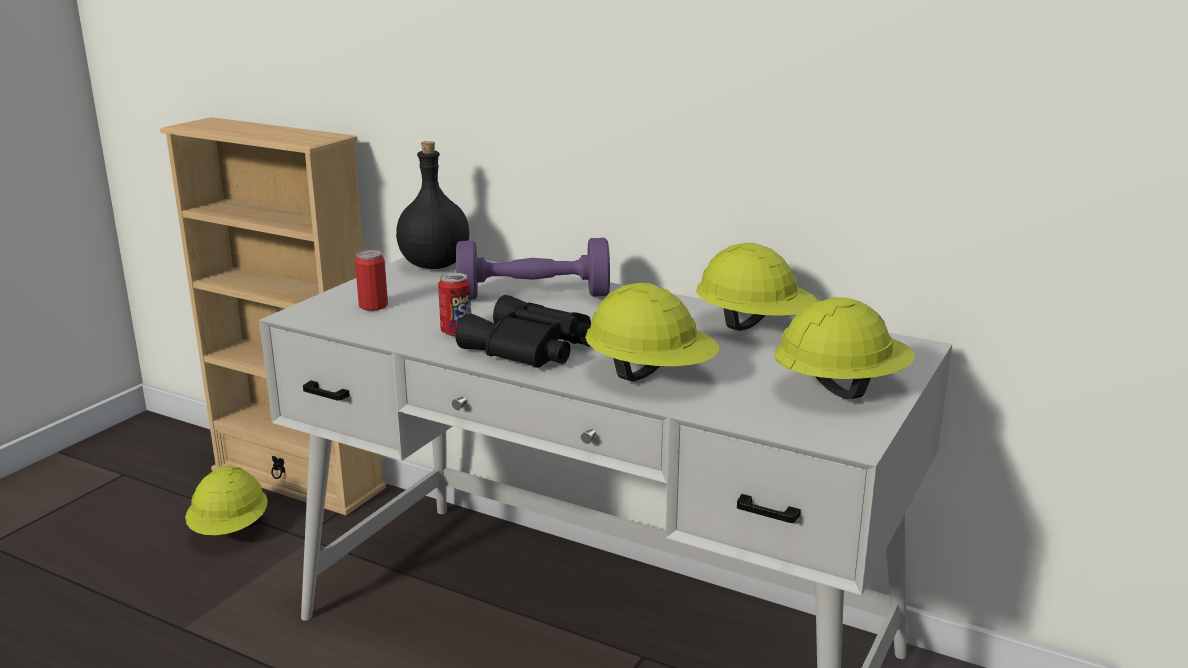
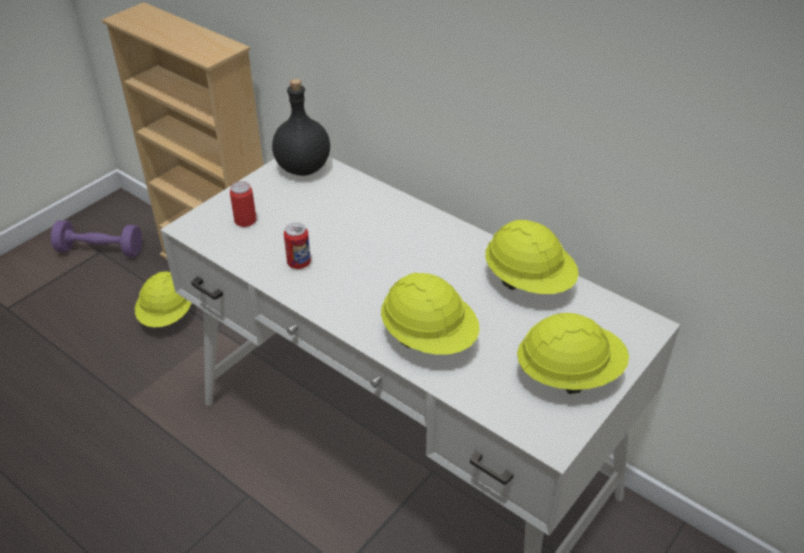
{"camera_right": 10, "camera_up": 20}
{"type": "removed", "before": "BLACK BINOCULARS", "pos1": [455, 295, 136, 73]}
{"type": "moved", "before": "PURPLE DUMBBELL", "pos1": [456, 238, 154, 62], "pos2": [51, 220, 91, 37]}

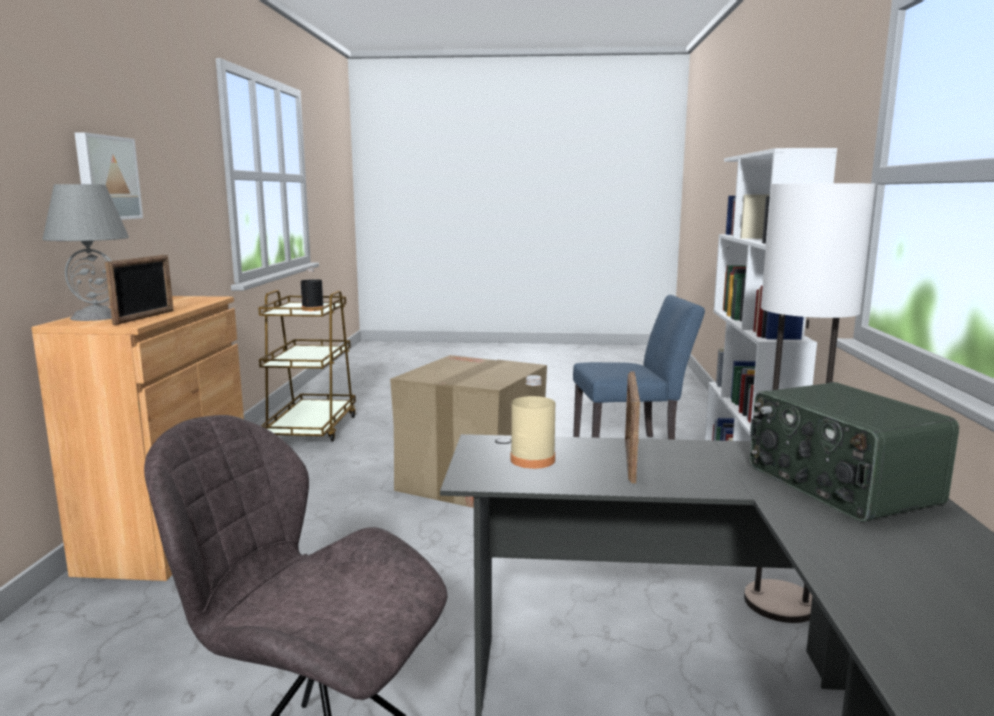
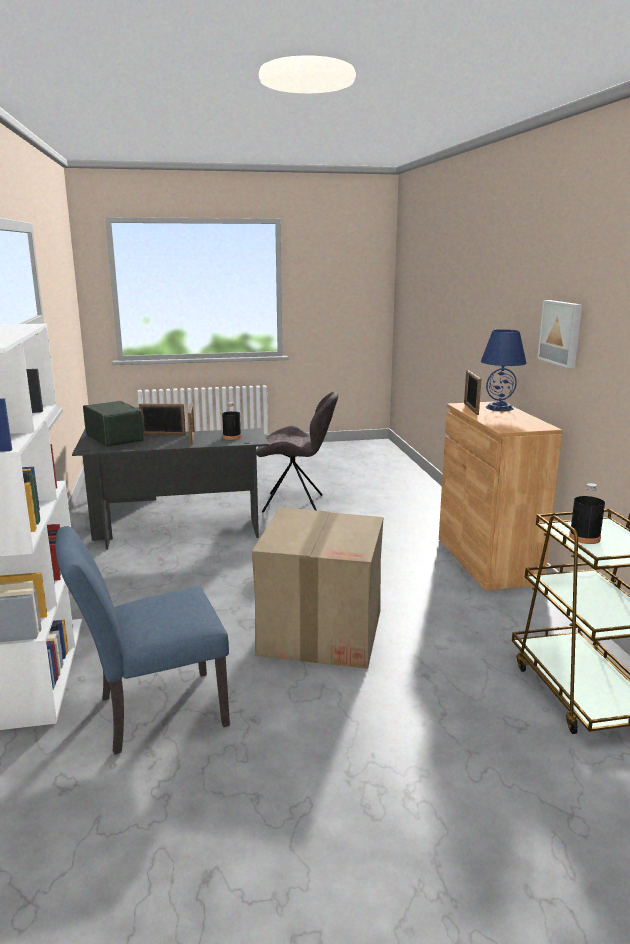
{"camera_right": 165, "camera_up": 5}
{"type": "recoloured", "before": "GREY TABLE LAMP", "after": "BLUE TABLE LAMP", "pos1": [42, 184, 87, 137], "pos2": [481, 329, 46, 82]}
{"type": "recoloured", "before": "BEIGE BOTTLE", "after": "BLACK BOTTLE", "pos1": [510, 375, 45, 94], "pos2": [222, 402, 19, 38]}
{"type": "removed", "before": "FLOOR LAMP", "pos1": [744, 183, 131, 440]}
{"type": "added", "after": "PICTURE FRAME", "pos2": [139, 404, 47, 31]}

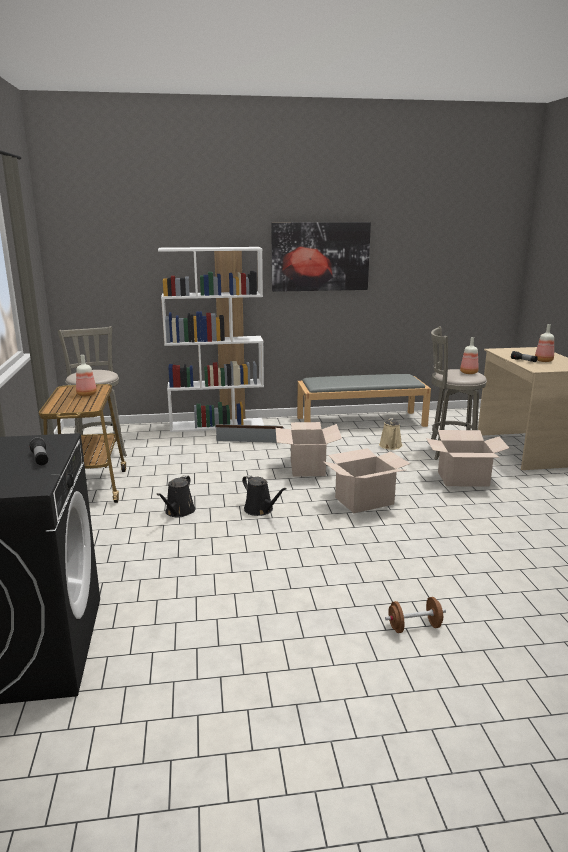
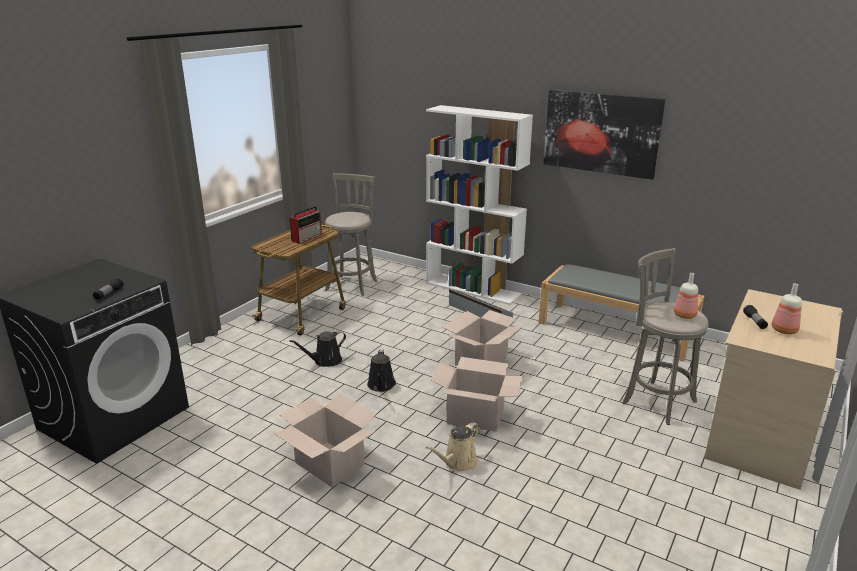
{"camera_right": 40, "camera_up": 5}
{"type": "replaced", "before": "BOTTLE", "after": "RADIO", "pos1": [76, 355, 21, 41], "pos2": [289, 206, 33, 38]}
{"type": "moved", "before": "BEIGE WATERING CAN", "pos1": [379, 418, 24, 32], "pos2": [426, 422, 54, 50]}
{"type": "removed", "before": "BROWN DUMBBELL", "pos1": [385, 597, 61, 36]}
{"type": "moved", "before": "CARDBOARD BOX", "pos1": [426, 430, 83, 57], "pos2": [274, 393, 103, 94]}

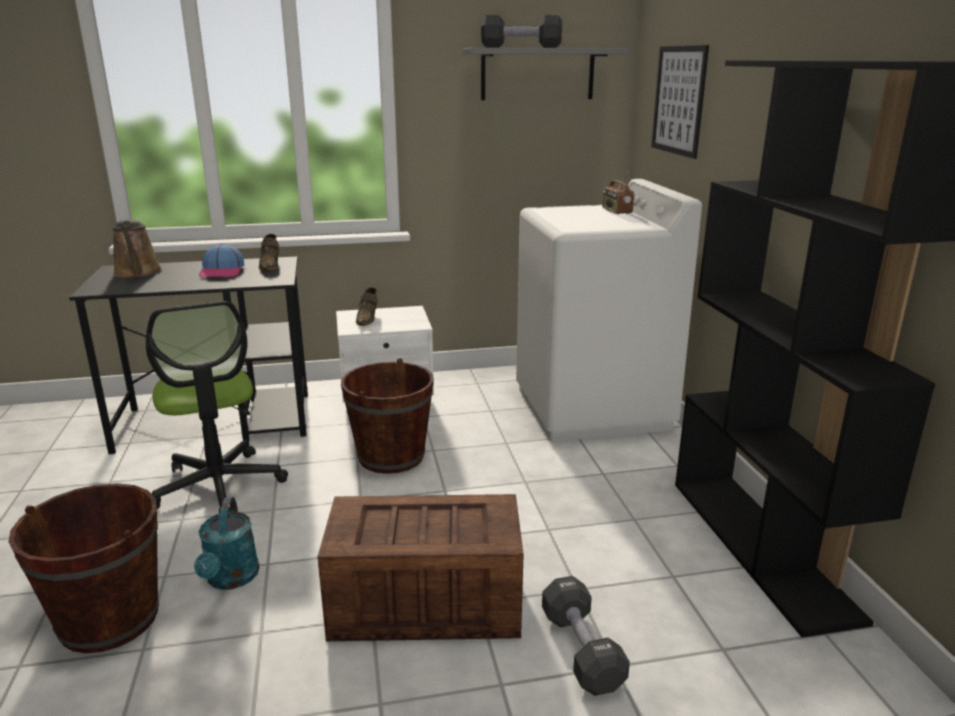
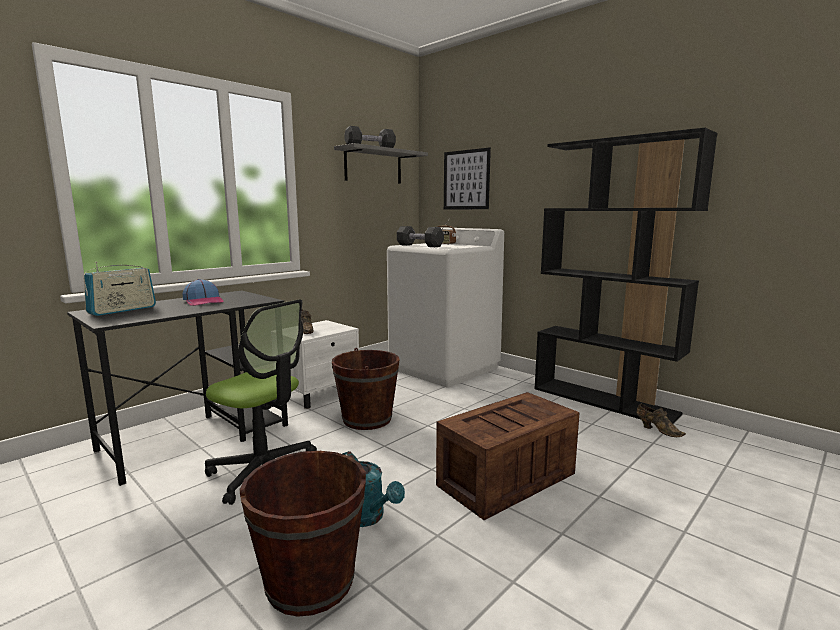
{"camera_right": -35, "camera_up": -10}
{"type": "replaced", "before": "BROWN WATERING CAN", "after": "RADIO", "pos1": [113, 219, 49, 59], "pos2": [83, 262, 73, 54]}
{"type": "moved", "before": "BROWN SHOE", "pos1": [259, 234, 20, 38], "pos2": [636, 404, 50, 33]}
{"type": "moved", "before": "BLACK DUMBBELL", "pos1": [542, 576, 88, 120], "pos2": [397, 226, 47, 21]}

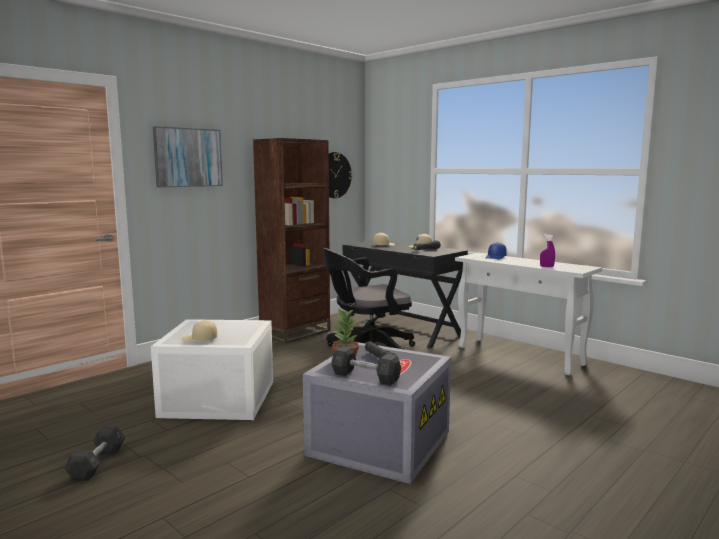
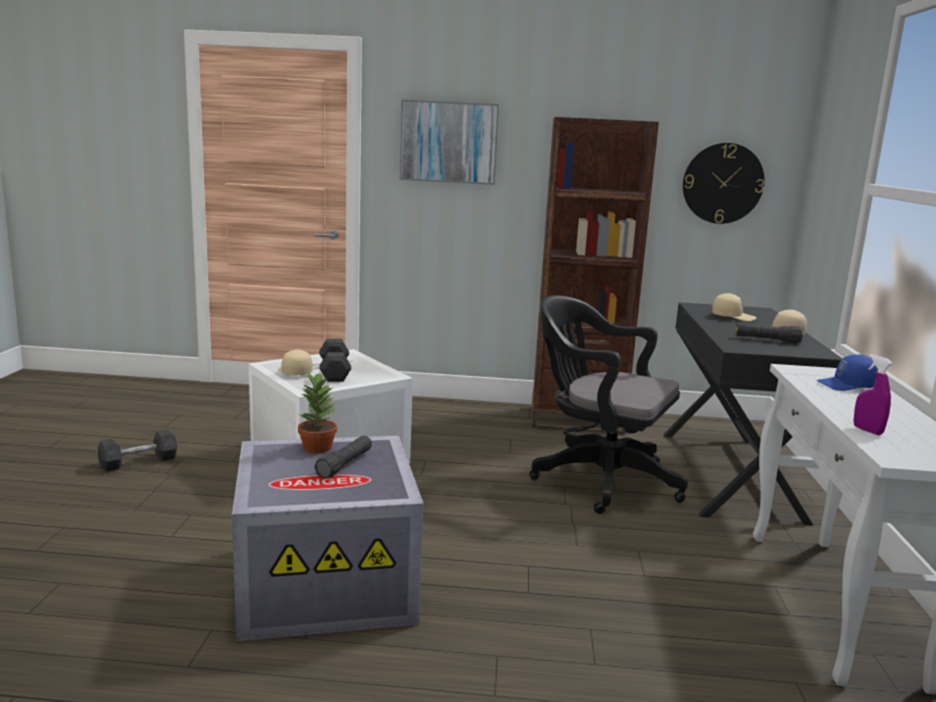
{"camera_right": 50, "camera_up": 5}
{"type": "moved", "before": "GREY DUMBBELL", "pos1": [331, 346, 70, 40], "pos2": [319, 339, 33, 43]}

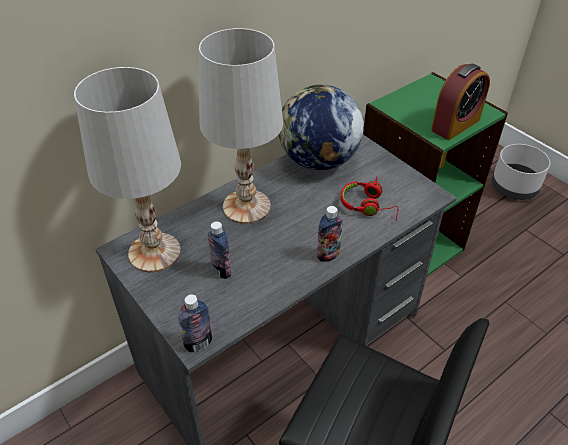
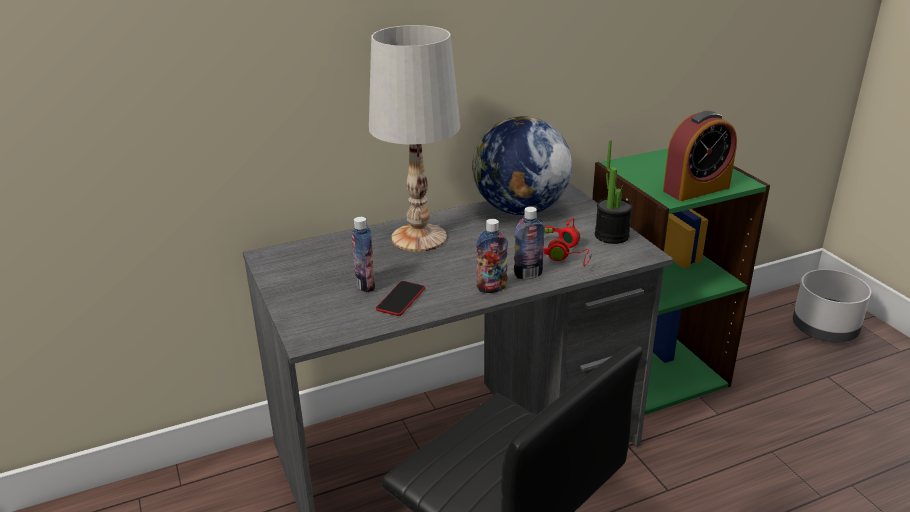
{"camera_right": 15, "camera_up": -15}
{"type": "removed", "before": "WHITE TABLE LAMP", "pos1": [74, 67, 107, 205]}
{"type": "moved", "before": "BOTTLE", "pos1": [179, 294, 33, 58], "pos2": [514, 207, 31, 72]}
{"type": "added", "after": "PHONE", "pos2": [376, 281, 49, 35]}
{"type": "added", "after": "POTTED PLANT", "pos2": [595, 140, 38, 104]}

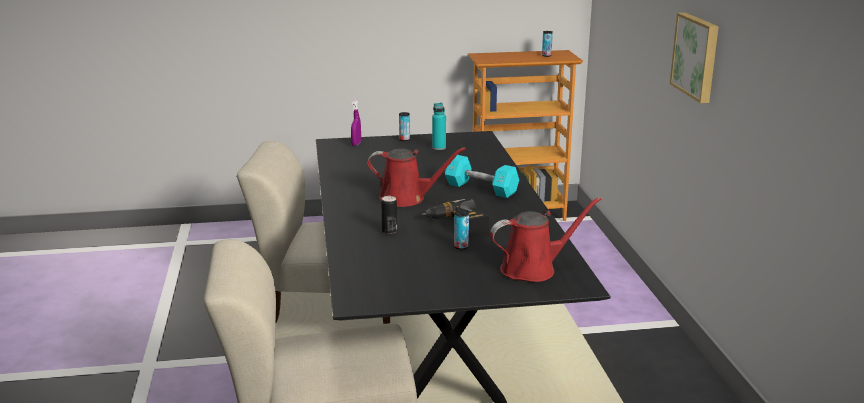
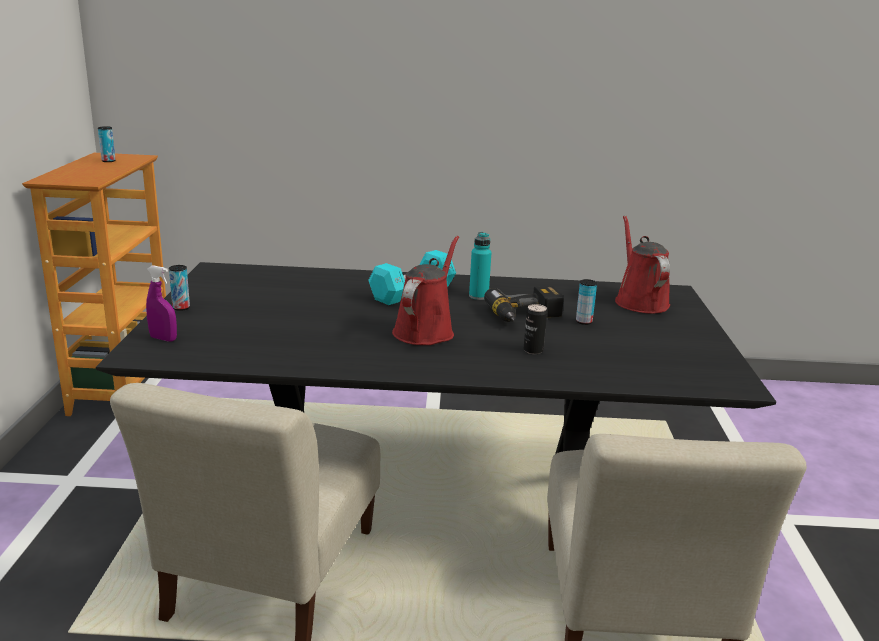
{"camera_right": -80, "camera_up": 0}
{"type": "moved", "before": "TURQUOISE BOTTLE", "pos1": [432, 103, 14, 47], "pos2": [469, 232, 23, 68]}
{"type": "removed", "before": "PICTURE", "pos1": [670, 13, 49, 90]}

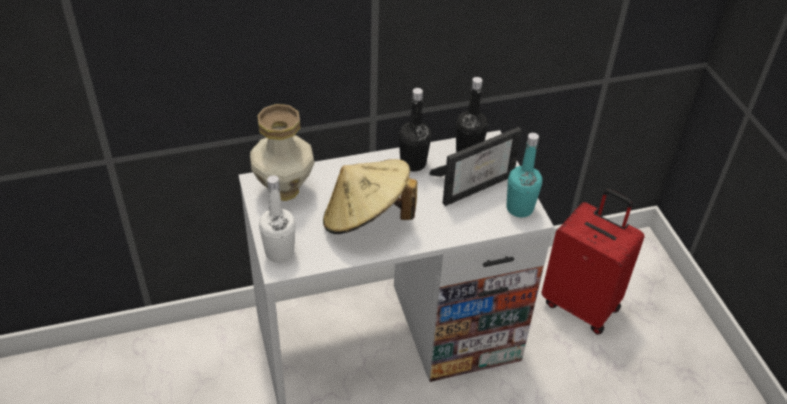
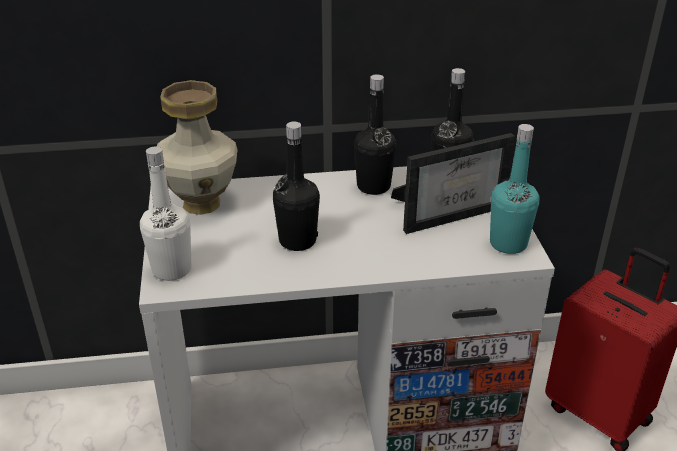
{"camera_right": 10, "camera_up": -10}
{"type": "replaced", "before": "BEIGE HAT", "after": "BLACK BOTTLE", "pos1": [323, 159, 94, 75], "pos2": [273, 122, 47, 129]}

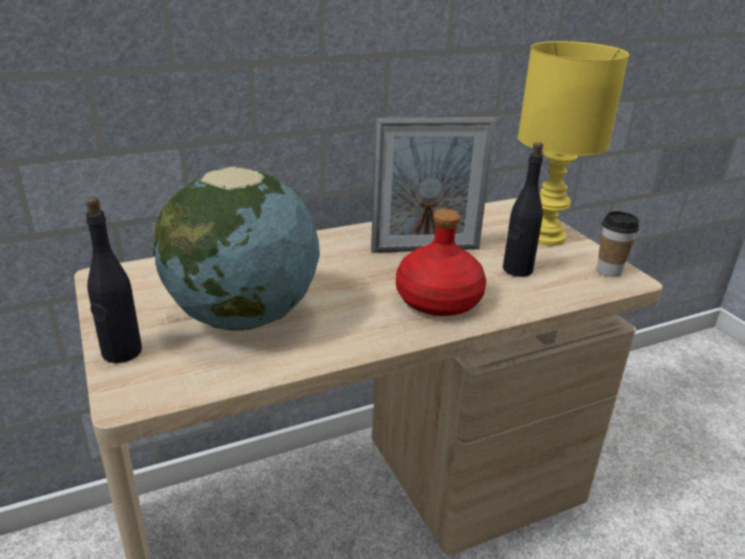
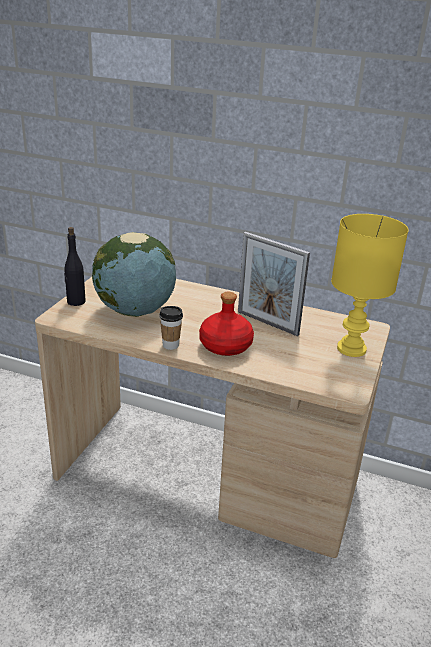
{"camera_right": 45, "camera_up": 0}
{"type": "removed", "before": "BLACK BOTTLE", "pos1": [503, 142, 40, 135]}
{"type": "moved", "before": "CUP", "pos1": [597, 211, 42, 66], "pos2": [159, 306, 24, 44]}

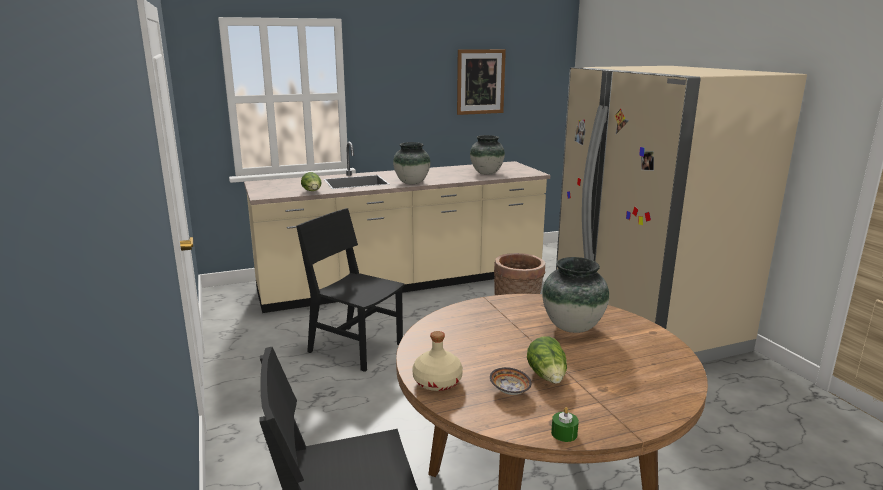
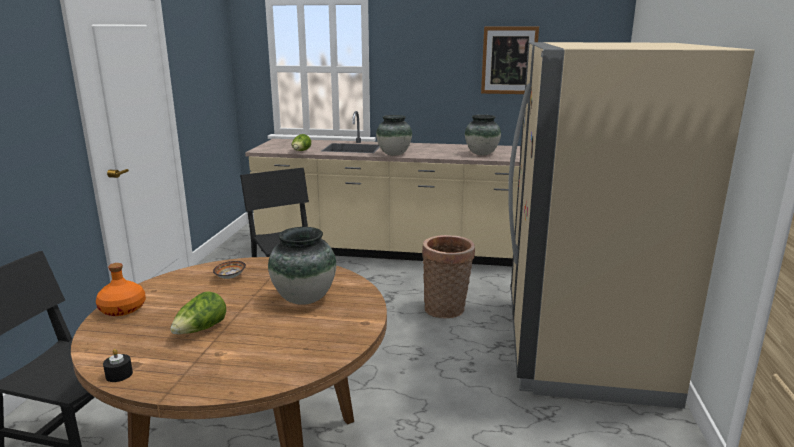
{"camera_right": 30, "camera_up": 0}
{"type": "recoloured", "before": "BEIGE BOTTLE", "after": "ORANGE BOTTLE", "pos1": [412, 331, 51, 60], "pos2": [96, 263, 50, 53]}
{"type": "moved", "before": "BOWL", "pos1": [490, 367, 42, 28], "pos2": [213, 261, 33, 18]}
{"type": "recoloured", "before": "GREEN CANDLE", "after": "BLACK CANDLE", "pos1": [551, 407, 28, 35], "pos2": [103, 349, 30, 33]}

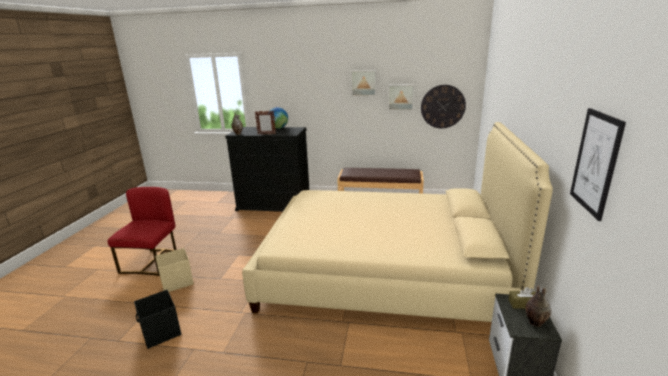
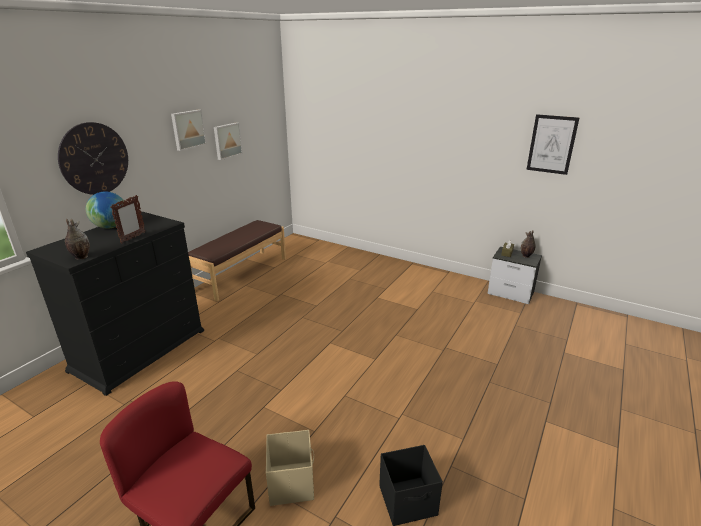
{"camera_right": -70, "camera_up": 5}
{"type": "removed", "before": "BEIGE BED", "pos1": [242, 122, 311, 200]}
{"type": "moved", "before": "WALL CLOCK", "pos1": [421, 85, 45, 43], "pos2": [58, 122, 70, 73]}

